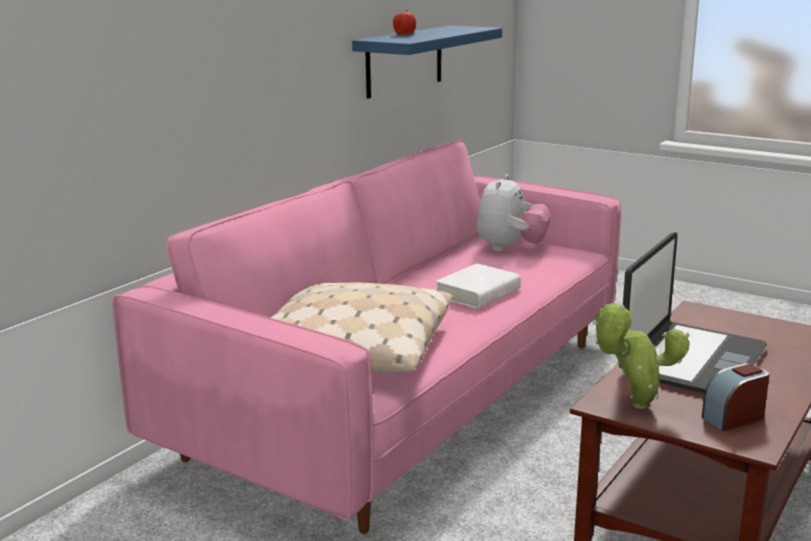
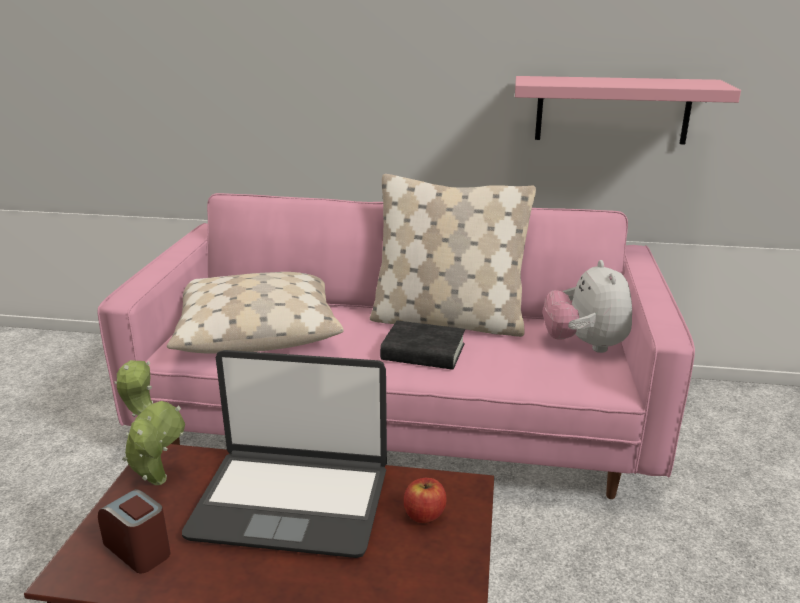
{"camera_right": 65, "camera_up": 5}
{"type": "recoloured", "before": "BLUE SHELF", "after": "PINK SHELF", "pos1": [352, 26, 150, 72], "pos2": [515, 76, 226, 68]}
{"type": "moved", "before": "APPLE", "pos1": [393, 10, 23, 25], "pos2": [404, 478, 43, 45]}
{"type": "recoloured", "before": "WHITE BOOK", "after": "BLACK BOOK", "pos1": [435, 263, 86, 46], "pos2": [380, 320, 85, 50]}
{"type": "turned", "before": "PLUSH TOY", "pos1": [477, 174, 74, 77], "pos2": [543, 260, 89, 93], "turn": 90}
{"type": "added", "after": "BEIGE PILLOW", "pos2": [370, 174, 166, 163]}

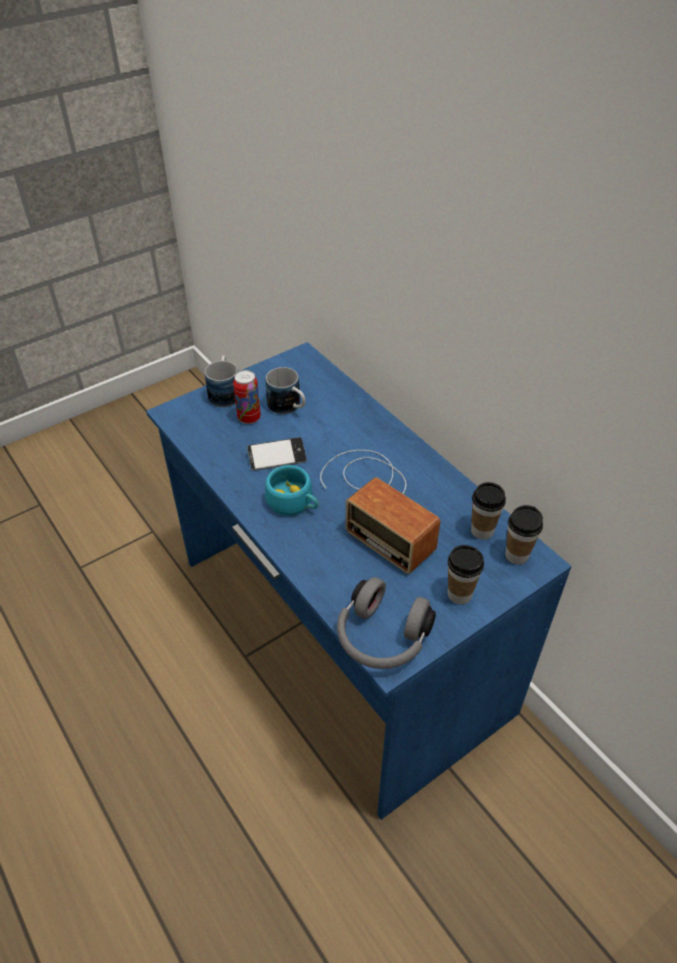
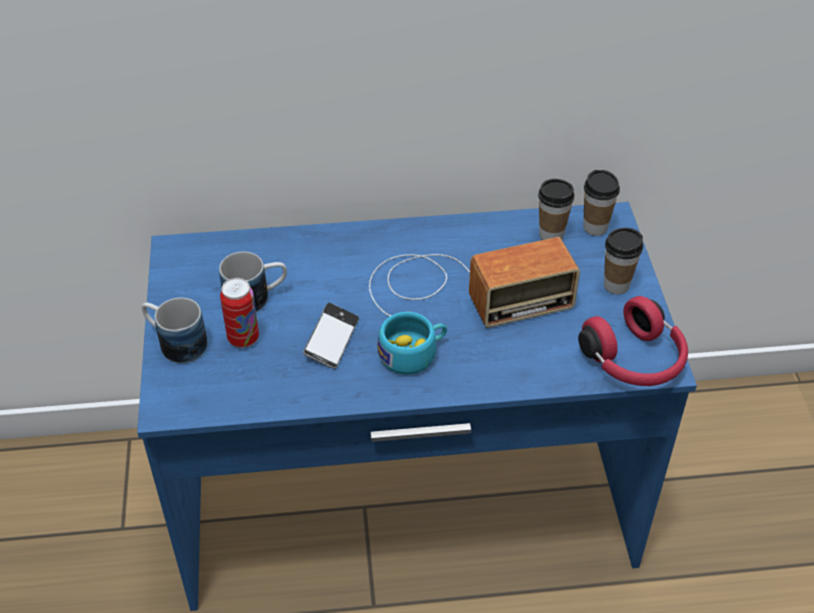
{"camera_right": -60, "camera_up": 0}
{"type": "recoloured", "before": "GREY HEADPHONES", "after": "RED HEADPHONES", "pos1": [337, 577, 99, 92], "pos2": [578, 296, 110, 90]}

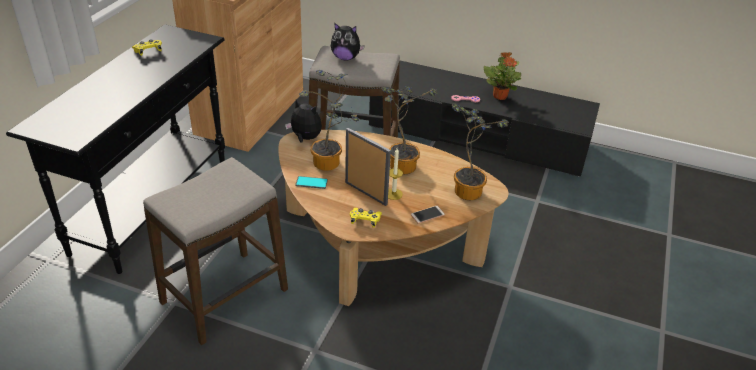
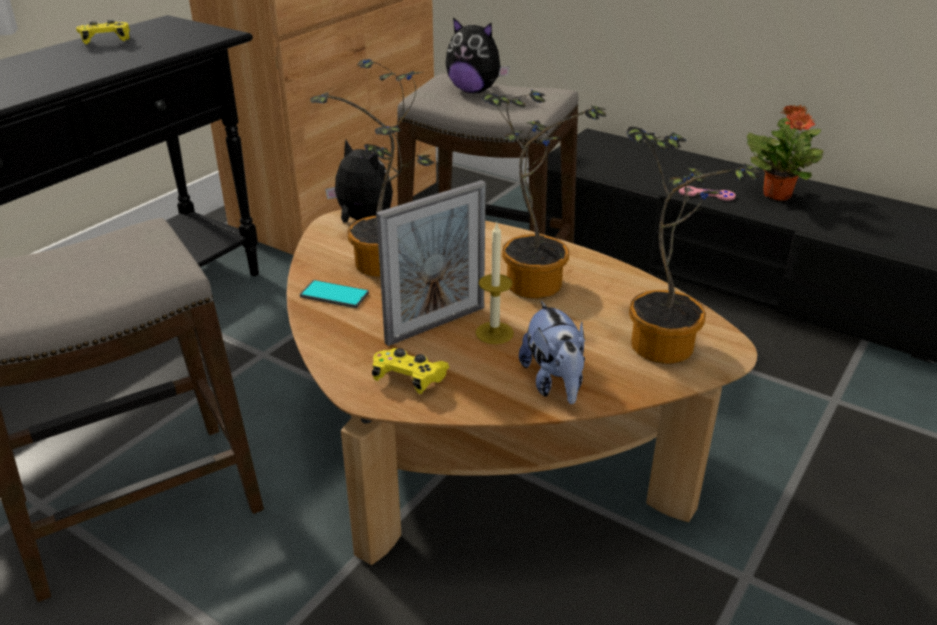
{"camera_right": 15, "camera_up": -5}
{"type": "turned", "before": "PICTURE FRAME", "pos1": [345, 128, 46, 78], "pos2": [376, 180, 110, 166], "turn": 90}
{"type": "replaced", "before": "PHONE", "after": "PLUSH TOY", "pos1": [411, 206, 34, 18], "pos2": [519, 301, 66, 103]}

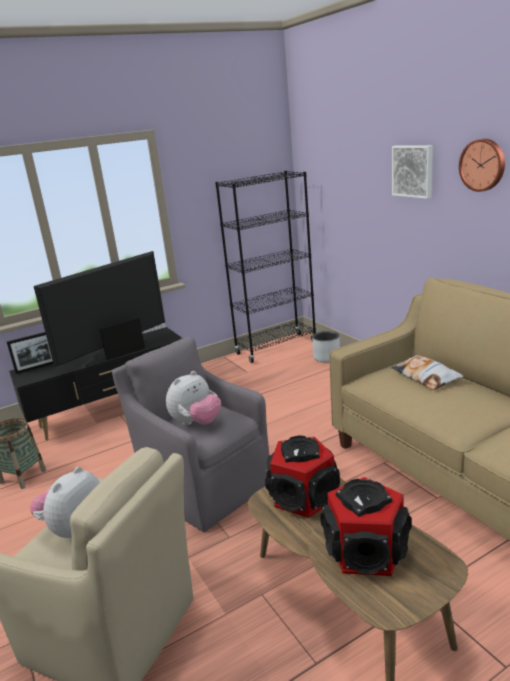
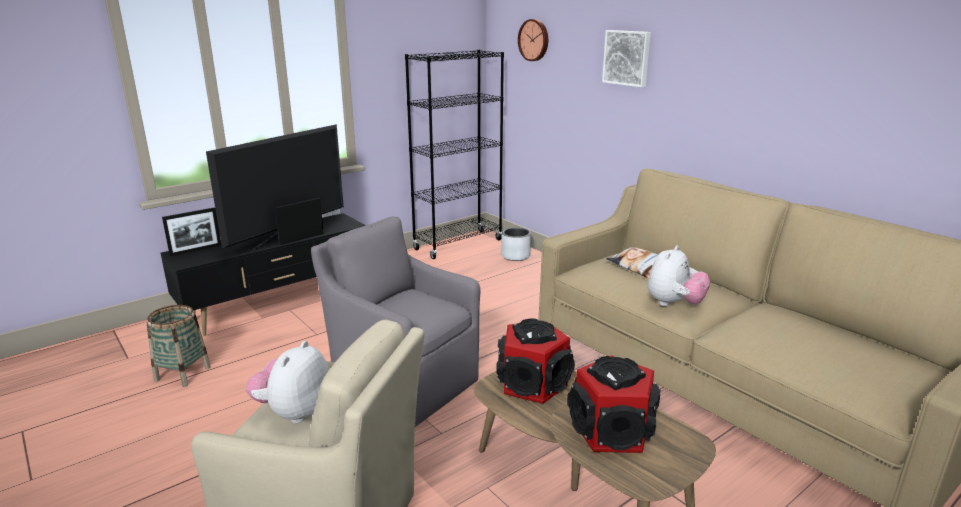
{"camera_right": -10, "camera_up": 0}
{"type": "moved", "before": "PLUSH TOY", "pos1": [166, 371, 55, 54], "pos2": [648, 245, 62, 61]}
{"type": "moved", "before": "WALL CLOCK", "pos1": [459, 139, 46, 53], "pos2": [518, 19, 30, 42]}

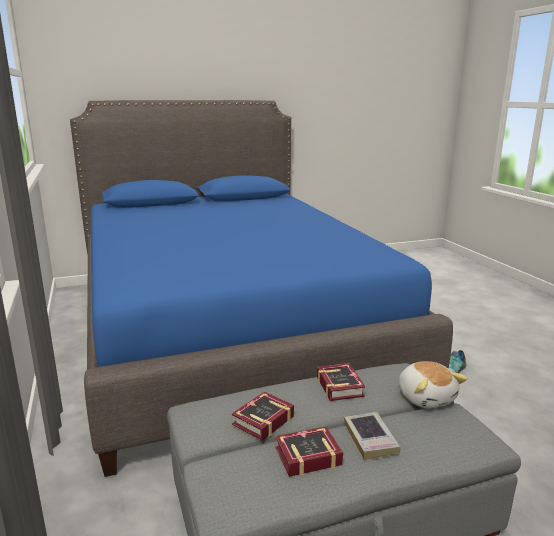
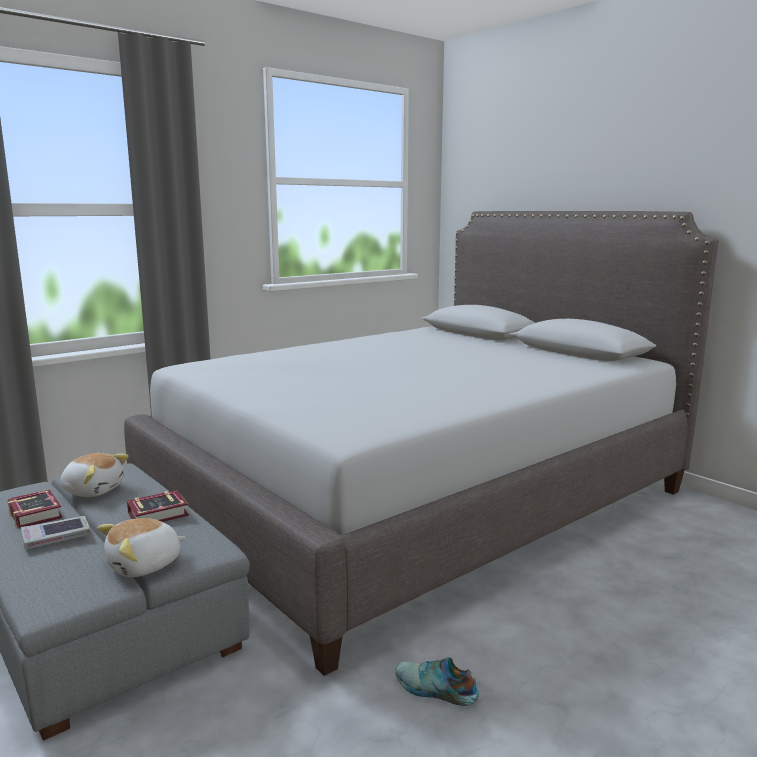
{"camera_right": 70, "camera_up": -5}
{"type": "recoloured", "before": "BLUE BED", "after": "GREY BED", "pos1": [70, 100, 383, 377], "pos2": [124, 211, 594, 465]}
{"type": "replaced", "before": "BOOK", "after": "PLUSH TOY", "pos1": [232, 392, 62, 49], "pos2": [60, 453, 69, 44]}

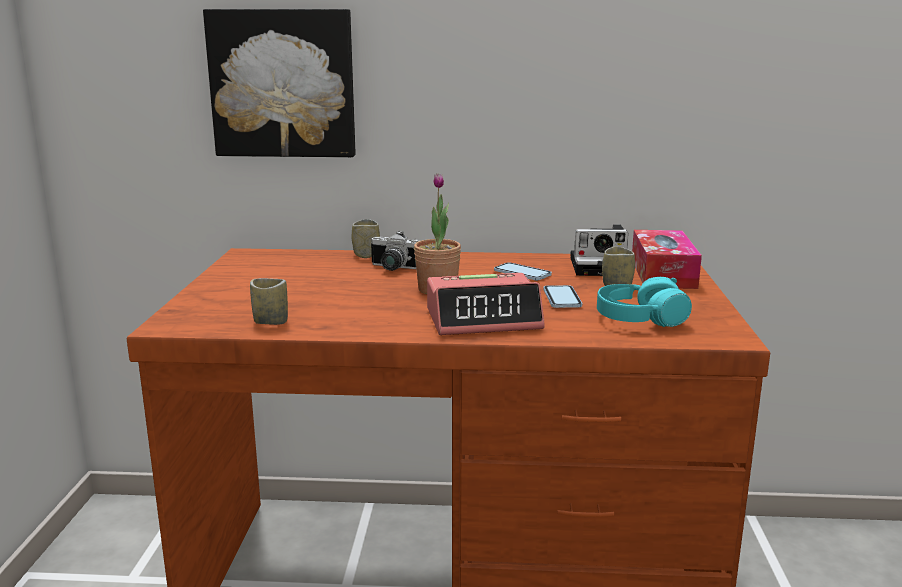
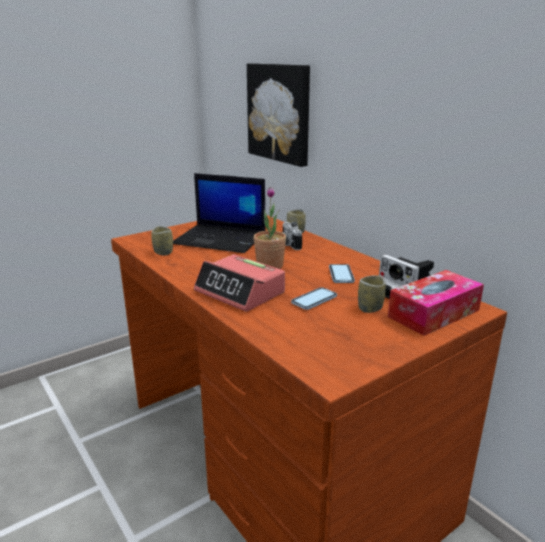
{"camera_right": 50, "camera_up": 5}
{"type": "removed", "before": "TURQUOISE HEADPHONES", "pos1": [597, 277, 95, 50]}
{"type": "added", "after": "LAPTOP", "pos2": [173, 173, 93, 80]}

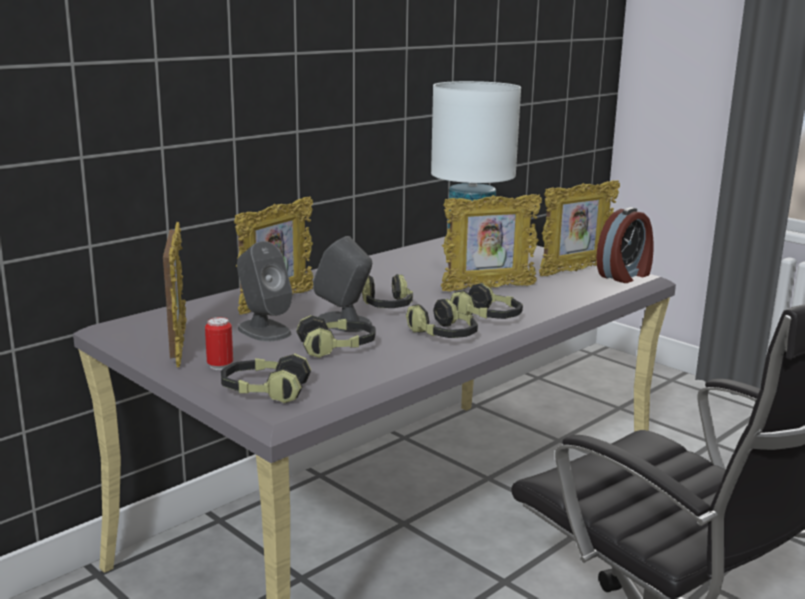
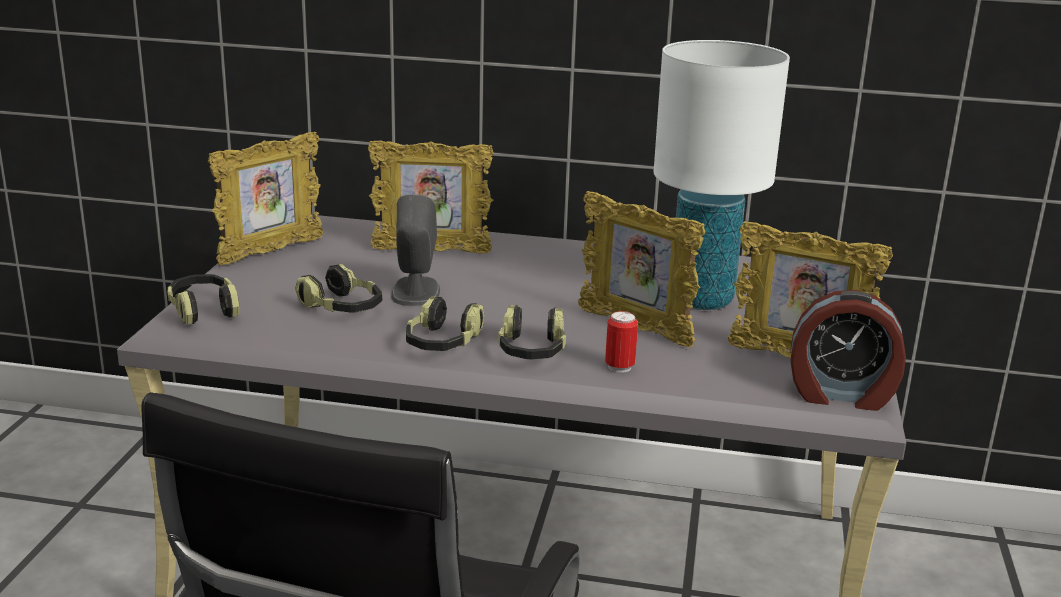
{"camera_right": 55, "camera_up": 5}
{"type": "moved", "before": "CAN", "pos1": [205, 317, 28, 53], "pos2": [605, 311, 33, 62]}
{"type": "removed", "before": "GREY SPEAKER", "pos1": [237, 241, 56, 100]}
{"type": "removed", "before": "HEADPHONES", "pos1": [362, 274, 51, 34]}

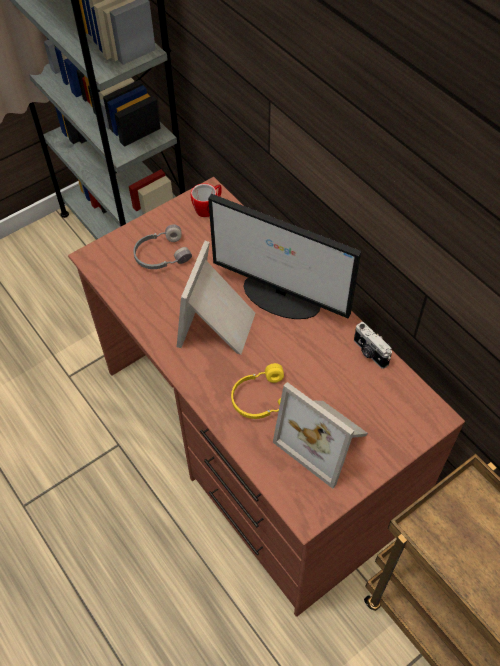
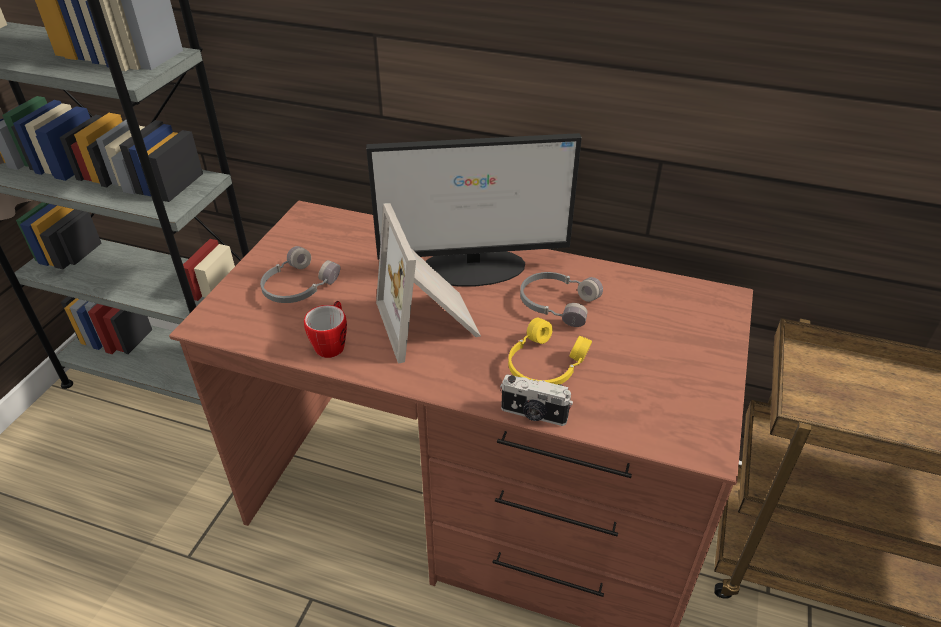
{"camera_right": -35, "camera_up": -15}
{"type": "moved", "before": "MUG", "pos1": [191, 183, 31, 34], "pos2": [304, 301, 43, 57]}
{"type": "removed", "before": "PICTURE FRAME", "pos1": [273, 382, 95, 107]}
{"type": "moved", "before": "PHOTO CAMERA", "pos1": [354, 322, 38, 47], "pos2": [500, 375, 73, 51]}
{"type": "added", "after": "GREY HEADPHONES", "pos2": [520, 272, 83, 55]}

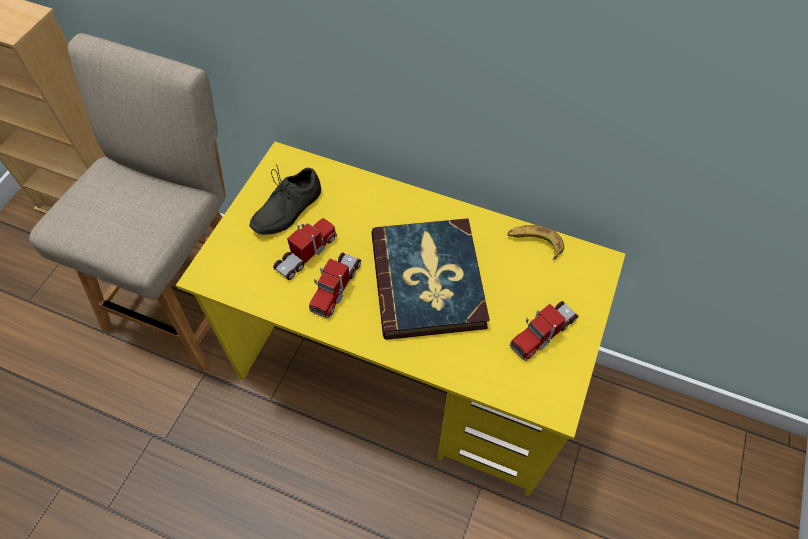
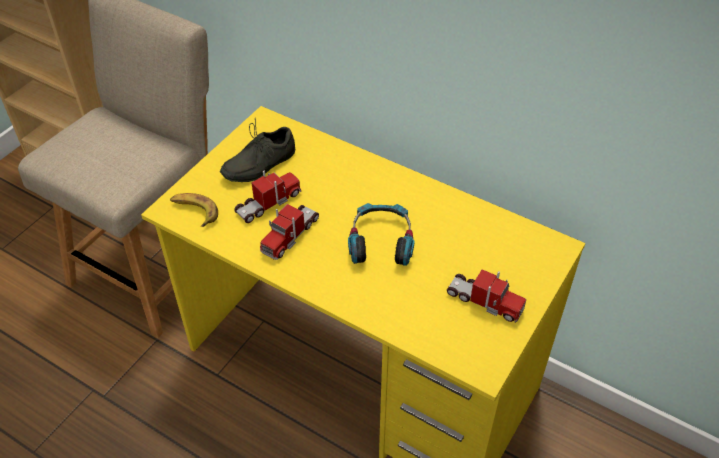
{"camera_right": 10, "camera_up": -10}
{"type": "replaced", "before": "BOOK", "after": "HEADPHONES", "pos1": [371, 218, 119, 122], "pos2": [348, 203, 67, 63]}
{"type": "moved", "before": "BANANA", "pos1": [508, 225, 56, 35], "pos2": [170, 193, 48, 34]}
{"type": "turned", "before": "TOY TRUCK", "pos1": [510, 301, 68, 60], "pos2": [447, 269, 79, 54], "turn": -120}

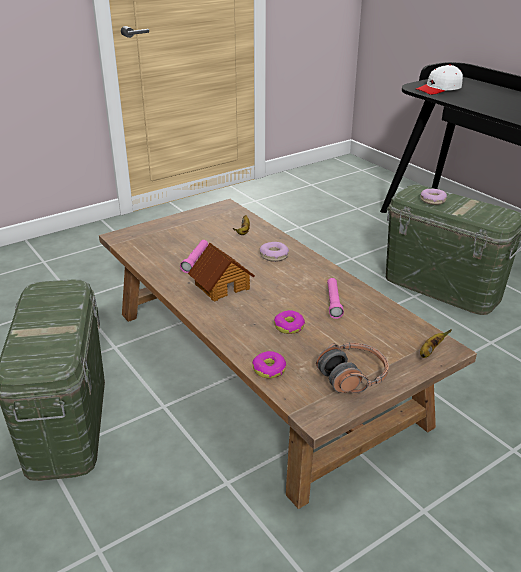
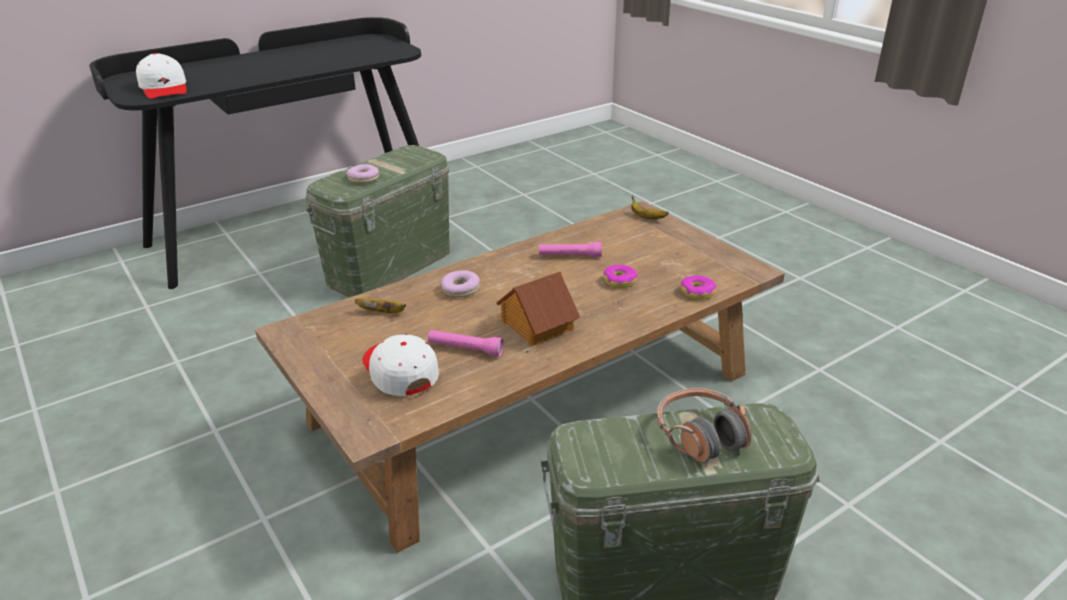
{"camera_right": -90, "camera_up": 0}
{"type": "moved", "before": "HEADPHONES", "pos1": [316, 343, 73, 50], "pos2": [657, 388, 95, 75]}
{"type": "added", "after": "WHITE CAP", "pos2": [363, 334, 76, 62]}

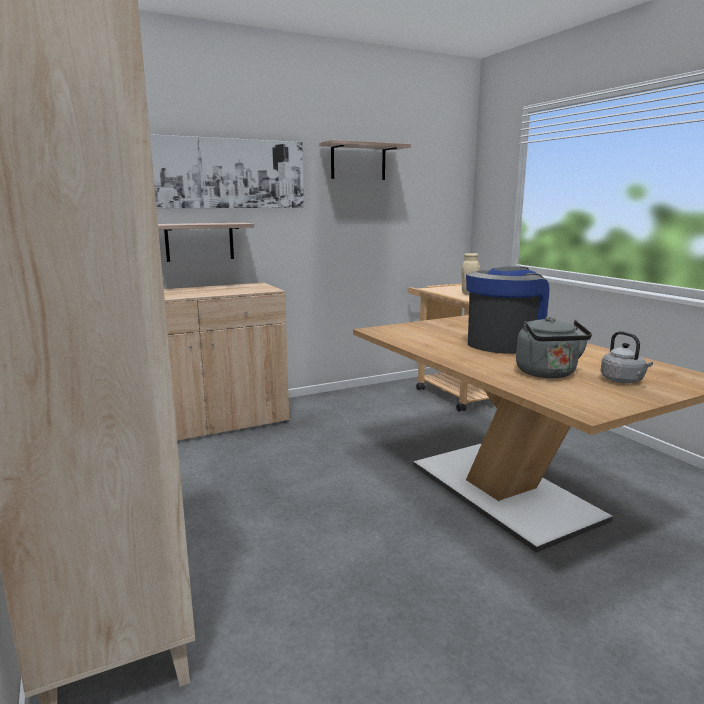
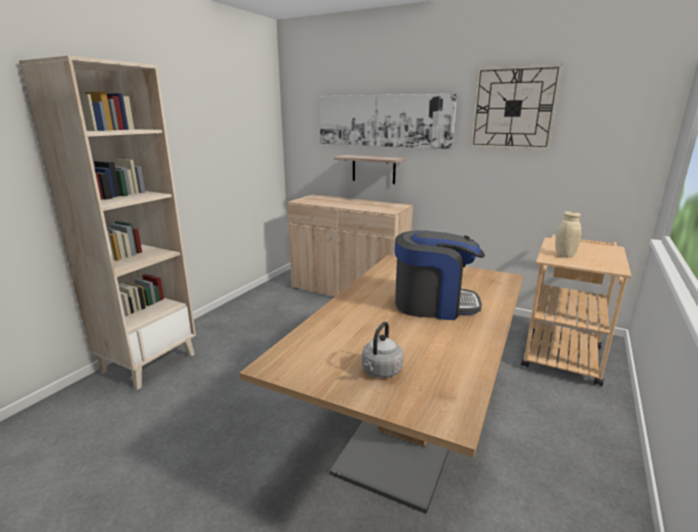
{"camera_right": 55, "camera_up": 5}
{"type": "replaced", "before": "SHELF", "after": "WALL CLOCK", "pos1": [319, 140, 92, 40], "pos2": [470, 64, 93, 86]}
{"type": "removed", "before": "GREY KETTLE", "pos1": [516, 317, 76, 61]}

